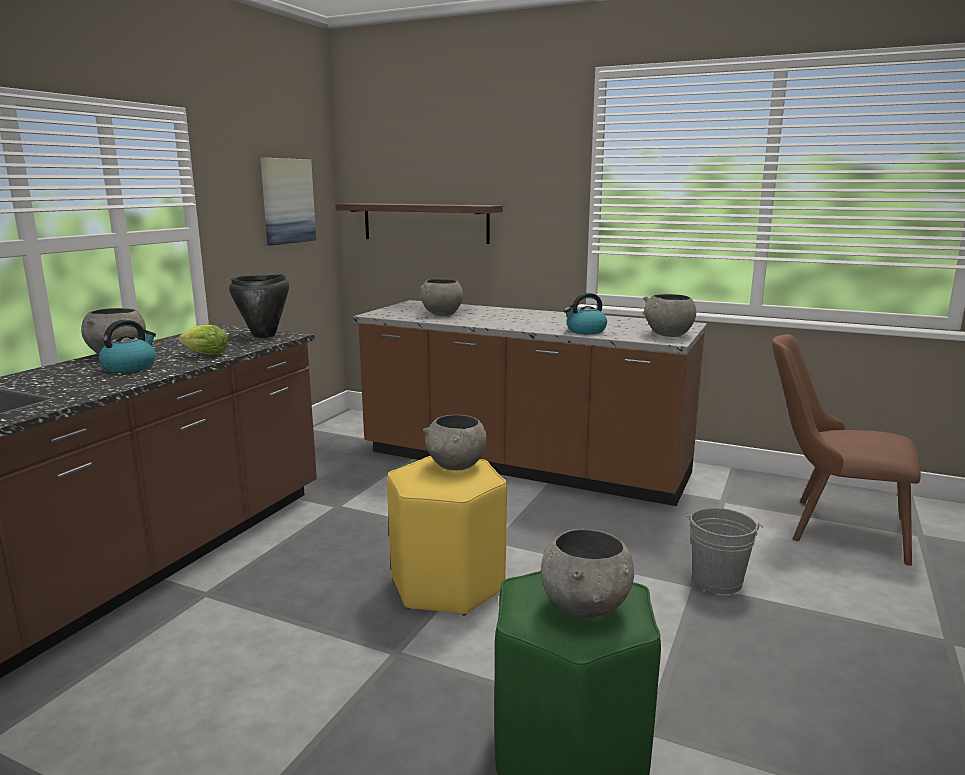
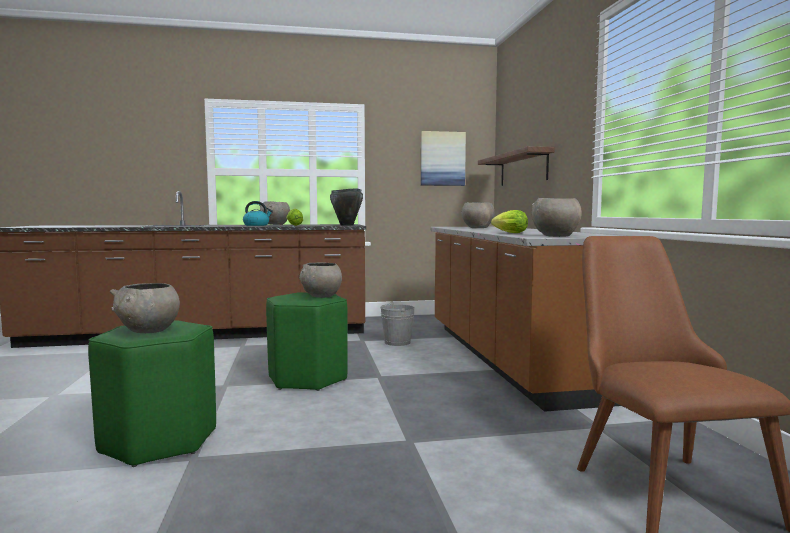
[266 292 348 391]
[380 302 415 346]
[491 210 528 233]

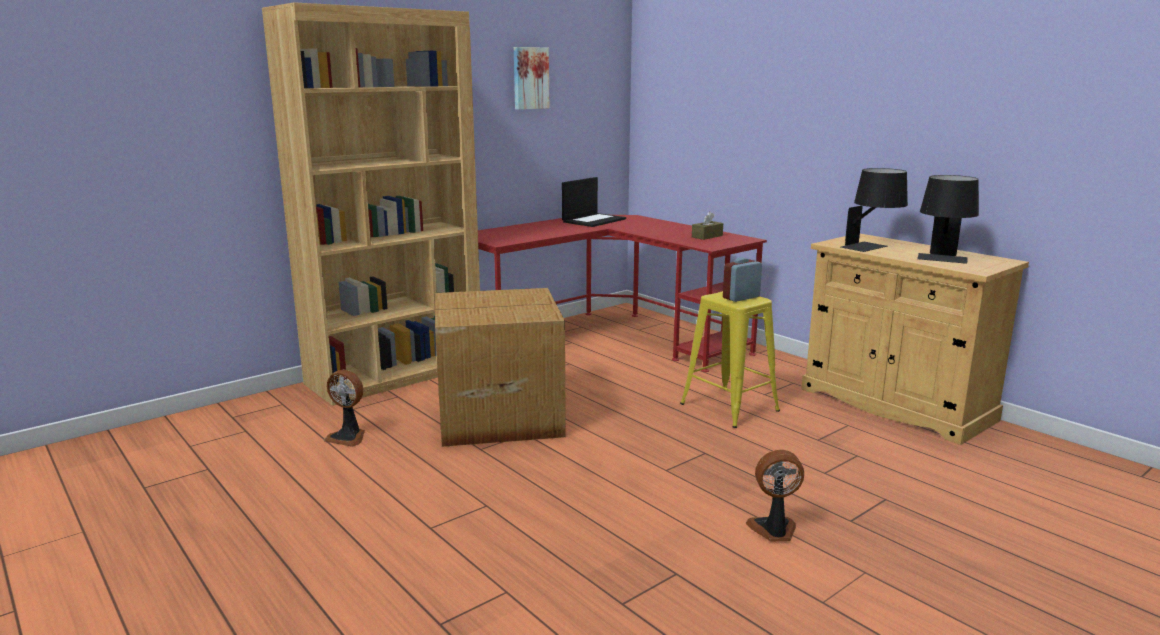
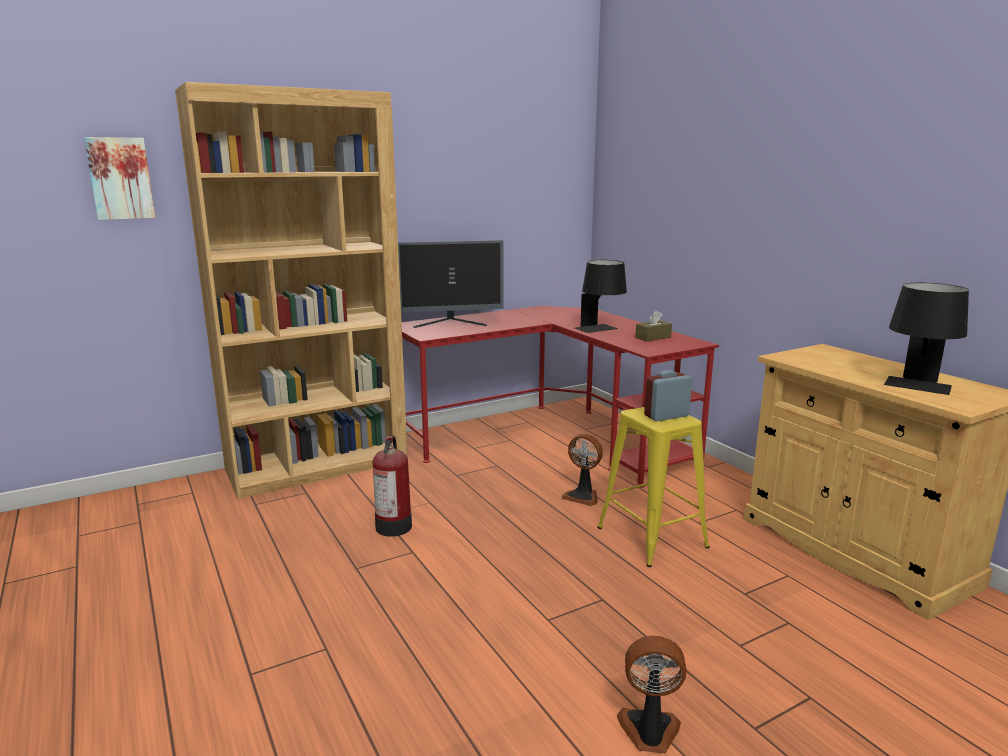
[84 137 155 220]
[373 435 412 537]
[398 240 504 328]
[561 434 603 506]
[575 260 627 333]
[562 177 626 227] (first image)

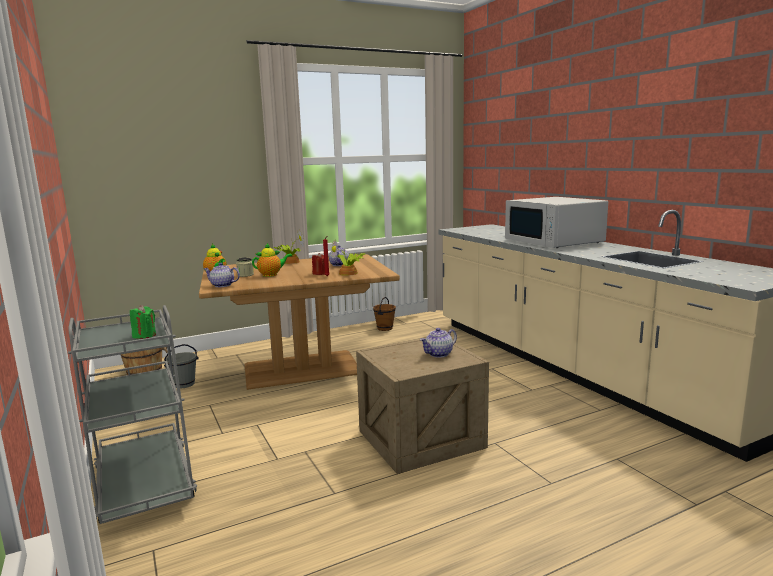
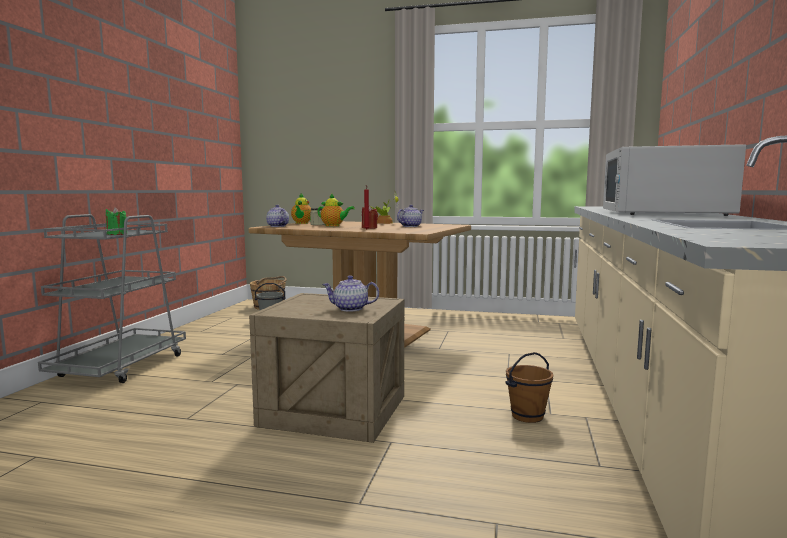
[506 352 553 423]
[331 240 366 276] (first image)

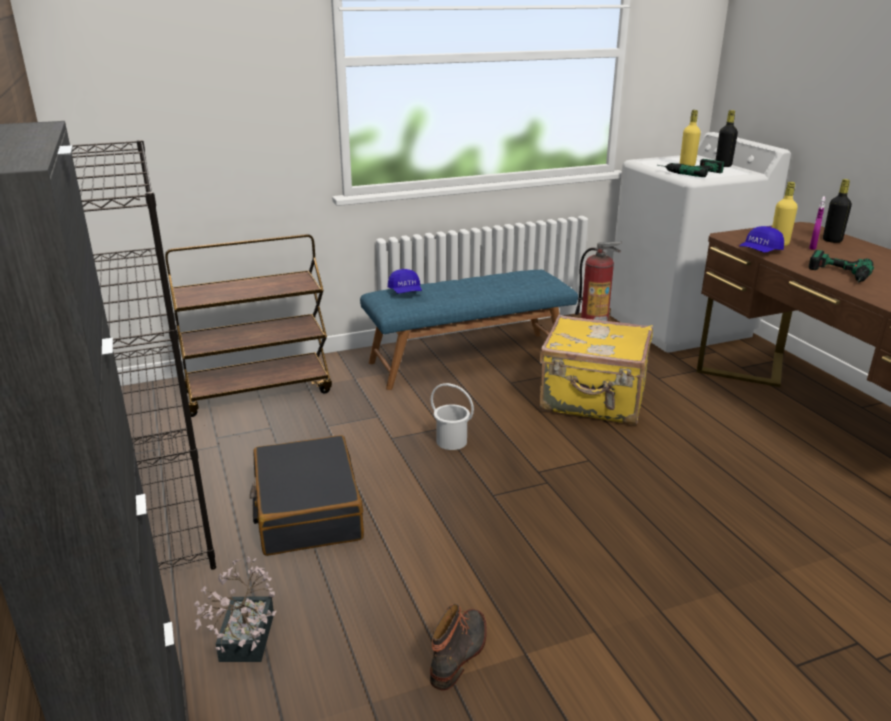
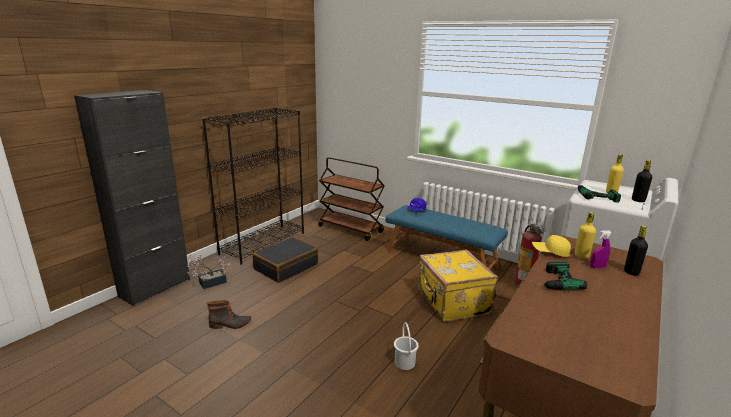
[394 322 419 370]
[532 235 571 257]

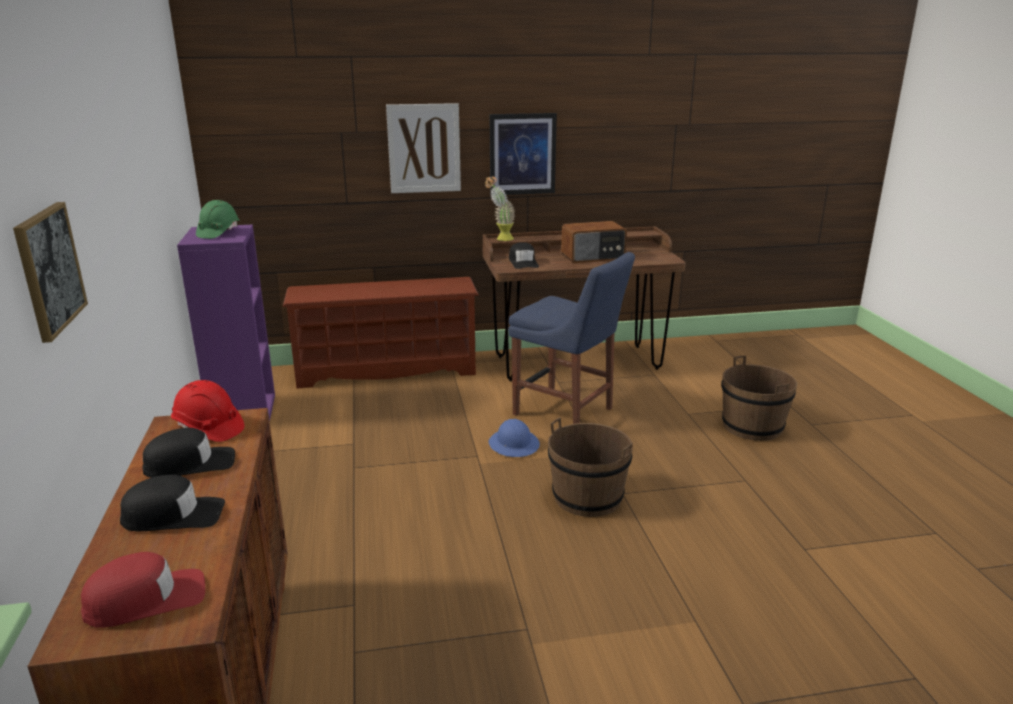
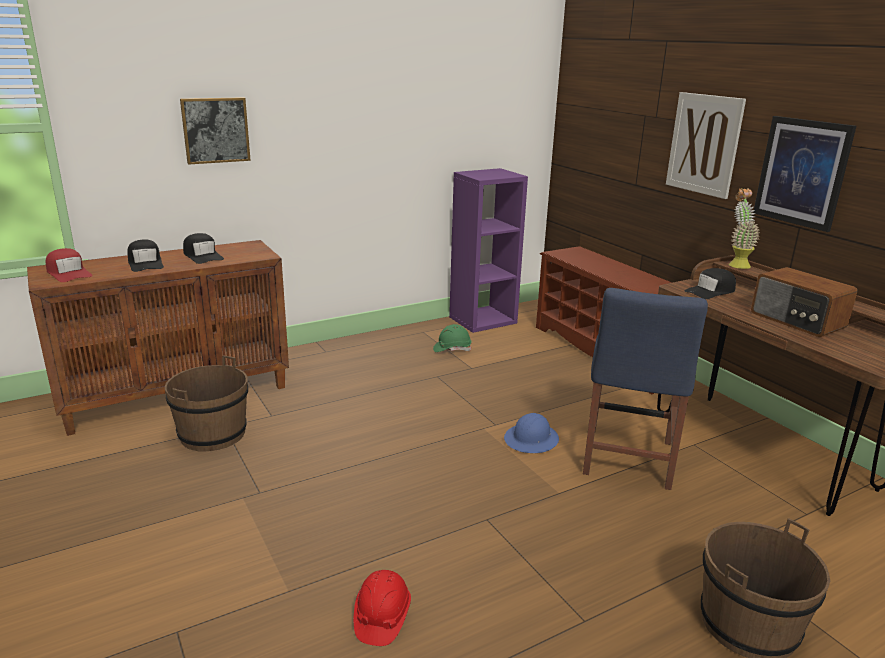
[165 356 248 452]
[354 570 411 646]
[433 324 471 352]

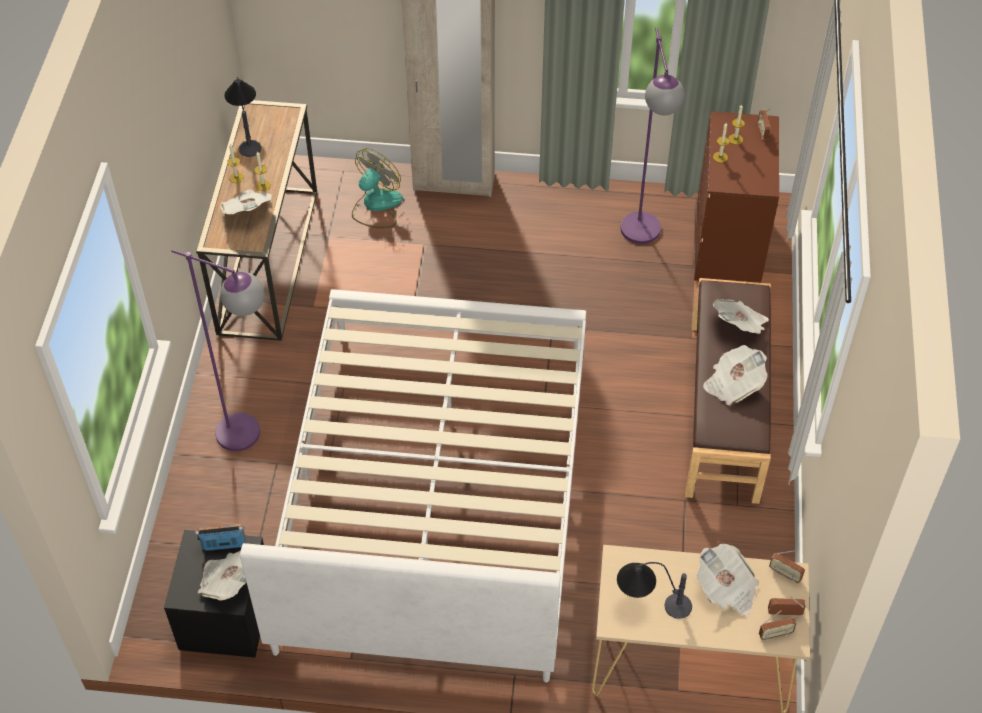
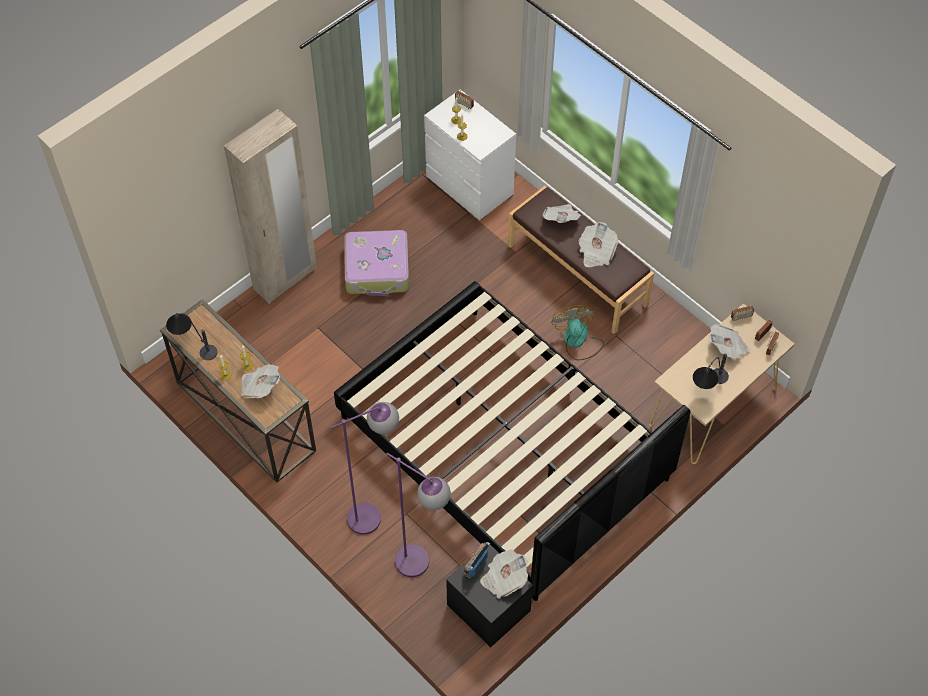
[334 281 691 601]
[344 230 409 296]
[387 453 451 577]
[424 90 516 220]
[552 305 604 360]

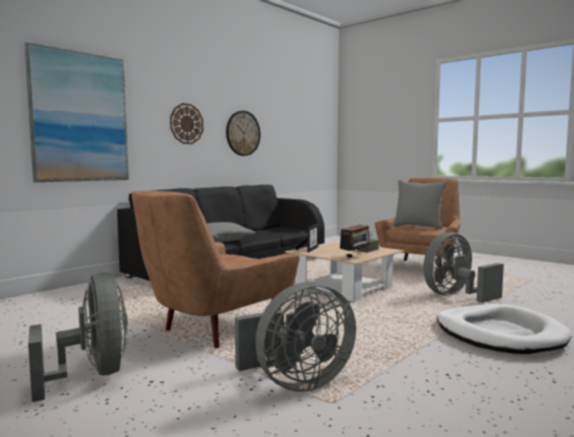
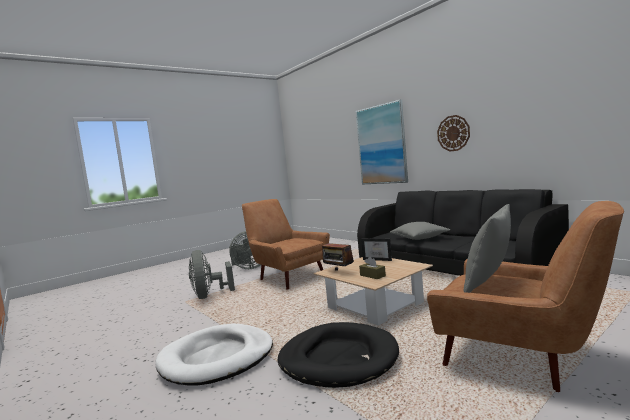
[277 322 399 388]
[226 111 261 156] (first image)

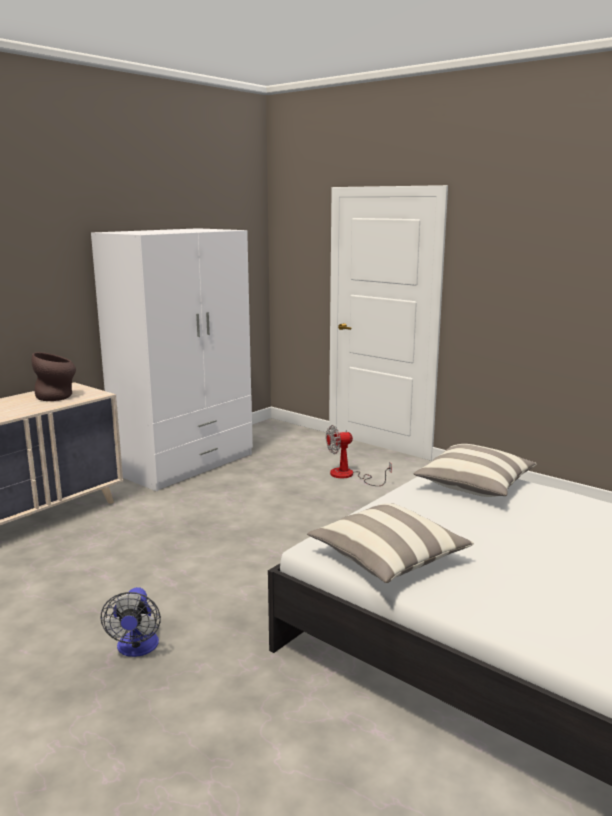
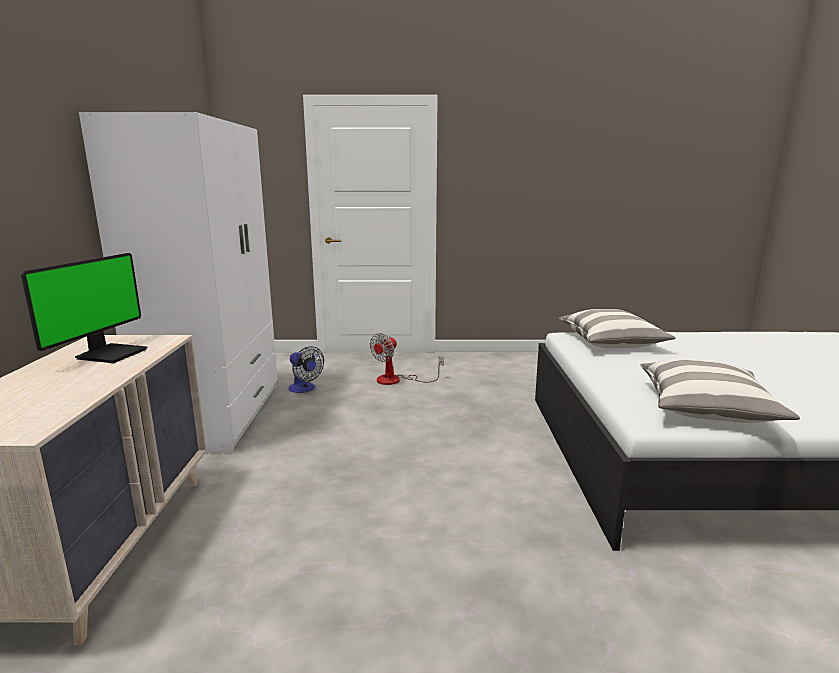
[21 253 148 363]
[288 346 324 393]

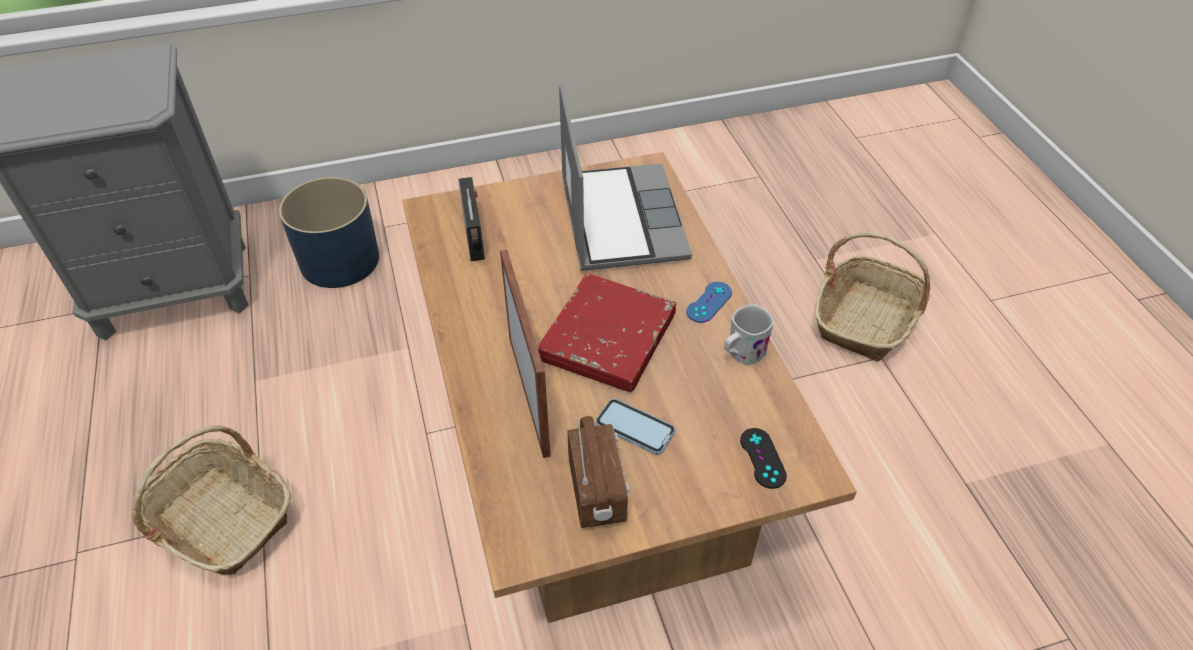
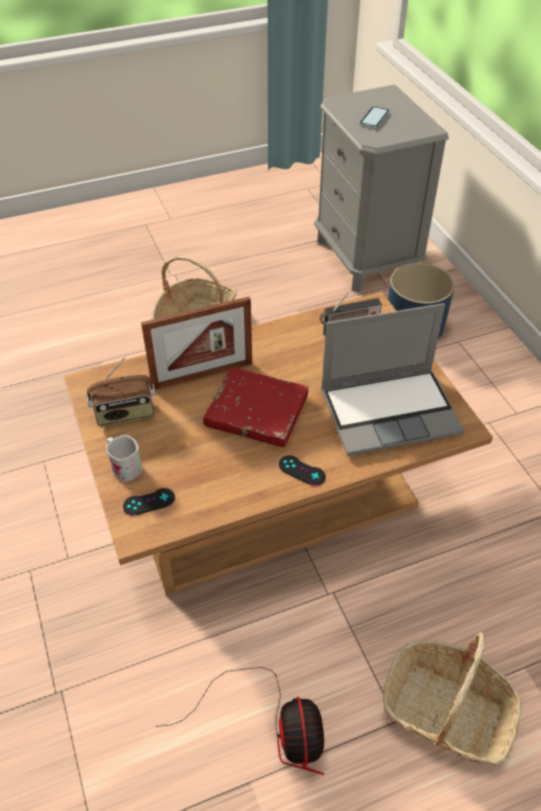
[106 435 142 482]
[156 667 324 775]
[279 455 326 486]
[360 106 390 128]

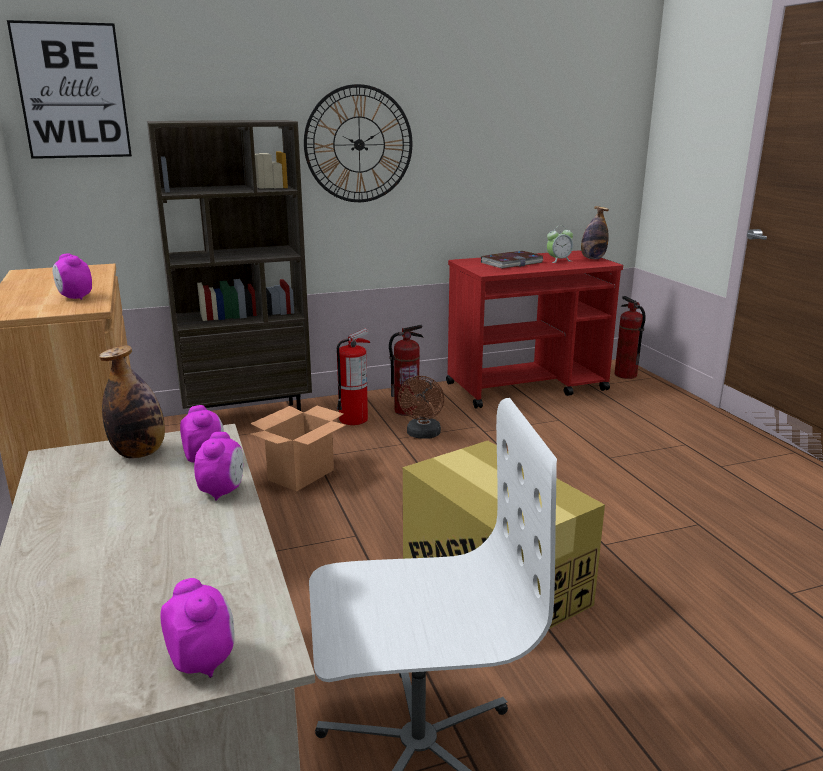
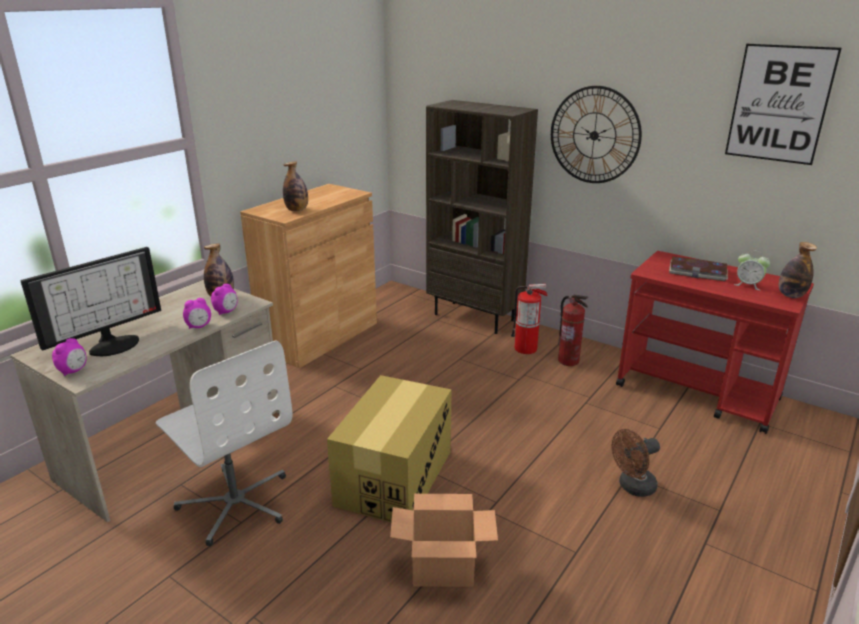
[21 247 161 356]
[283 161 308 211]
[390 494 498 587]
[612 429 660 497]
[725 44 842 165]
[615 296 646 379] (first image)

